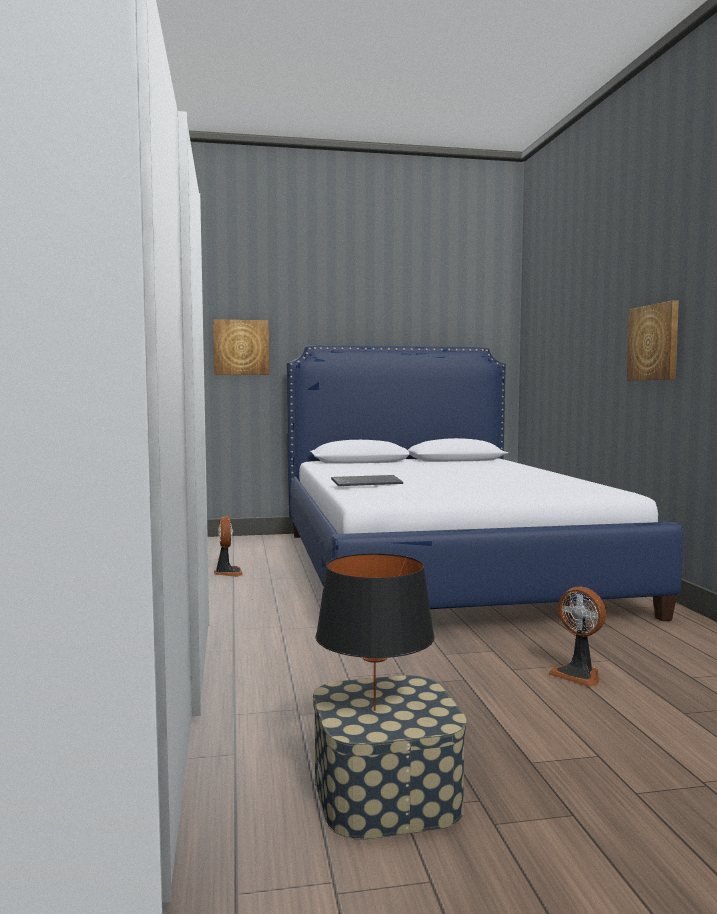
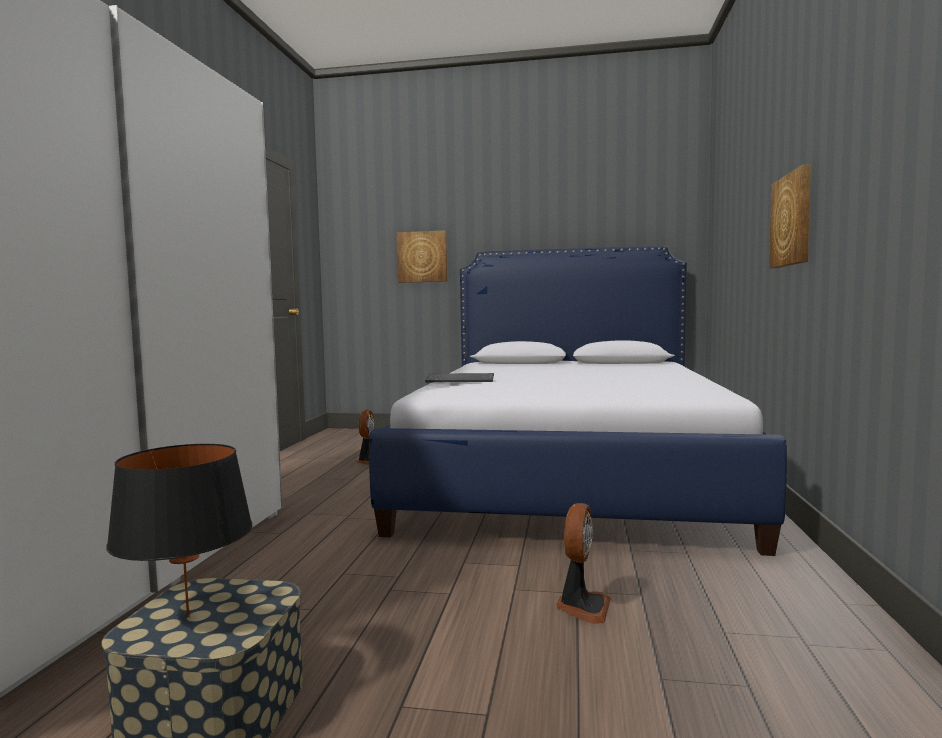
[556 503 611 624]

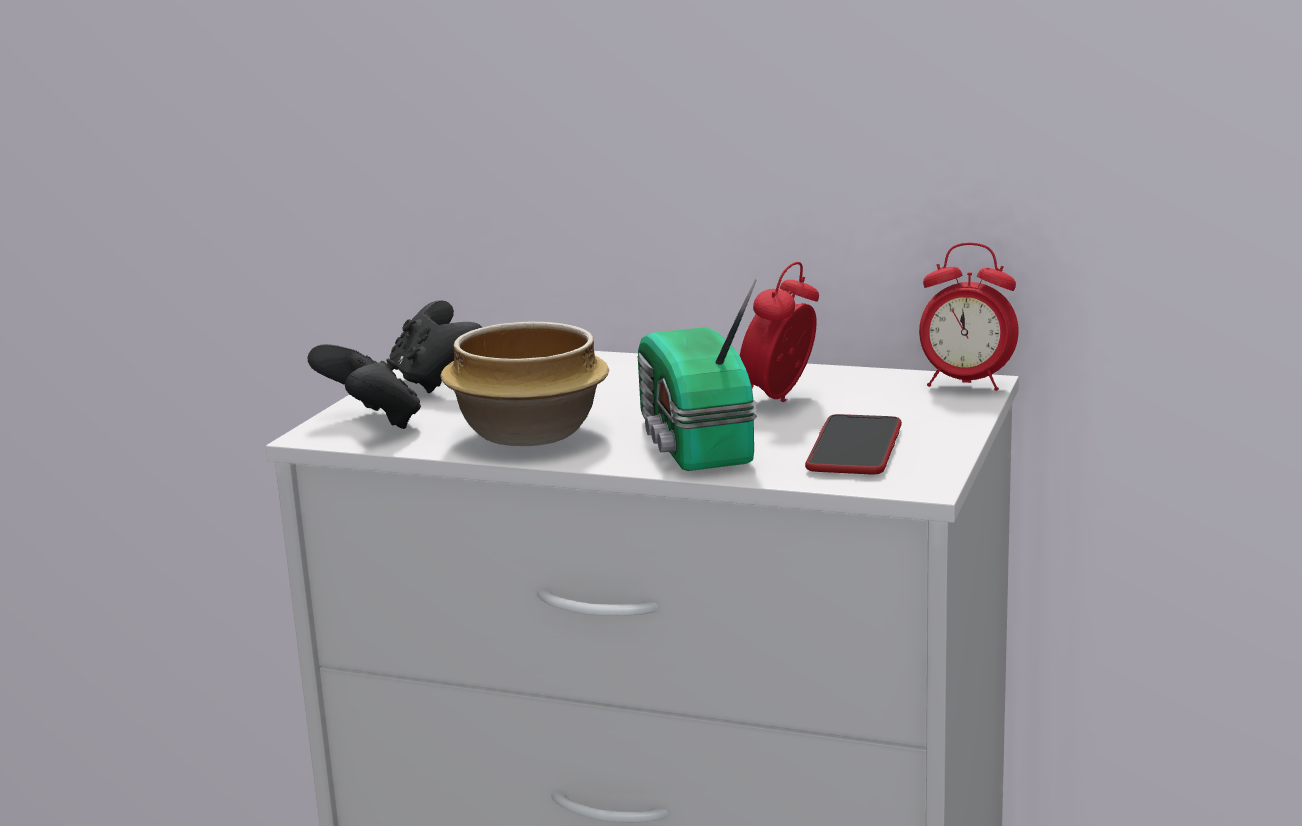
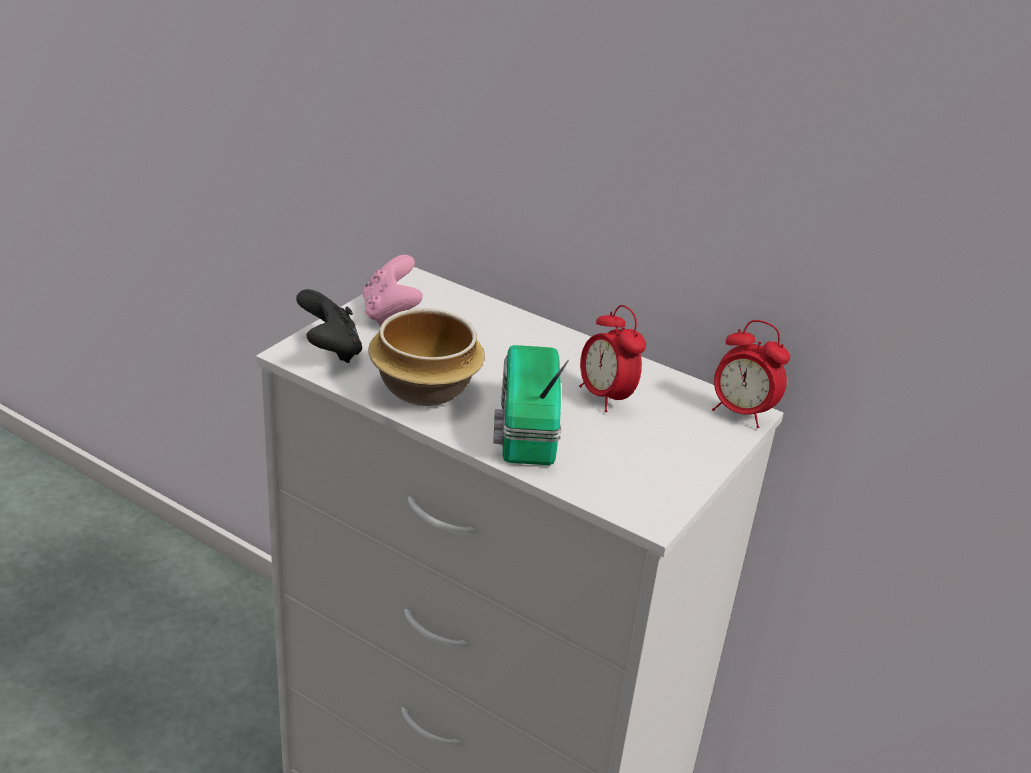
[363 255 423 327]
[579 305 646 412]
[805 414 902 474] (first image)

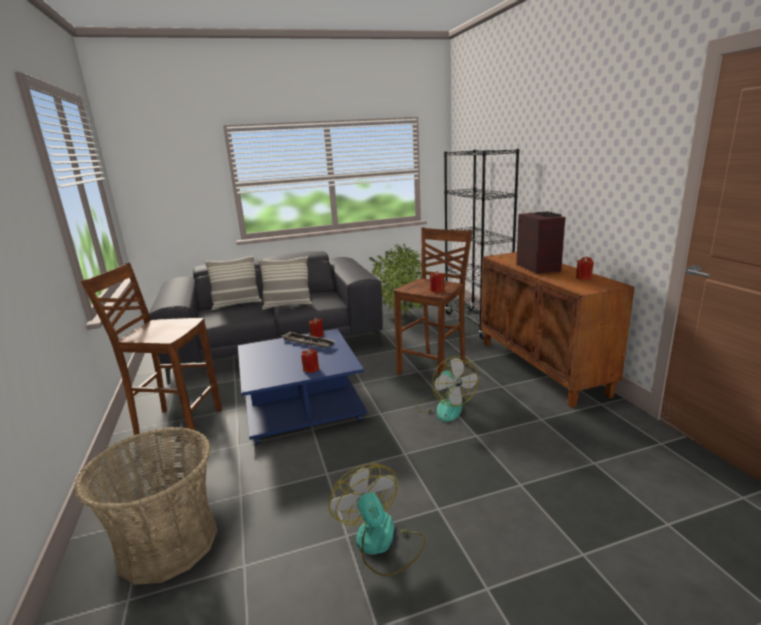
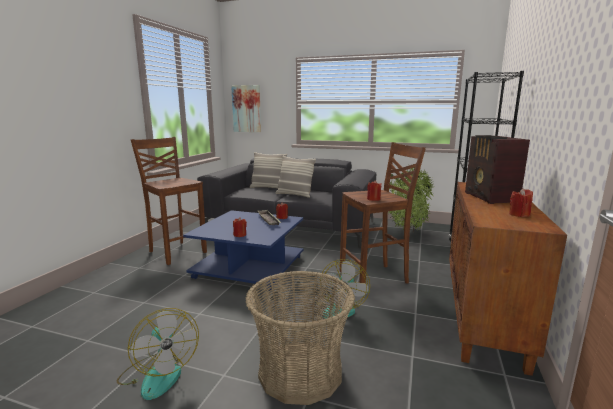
[117 308 199 400]
[231 85 261 132]
[245 271 355 405]
[465 135 530 204]

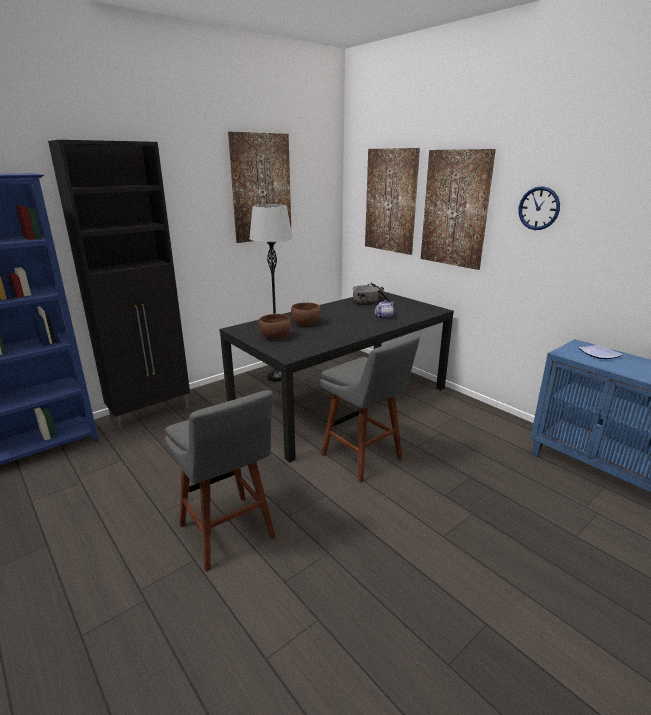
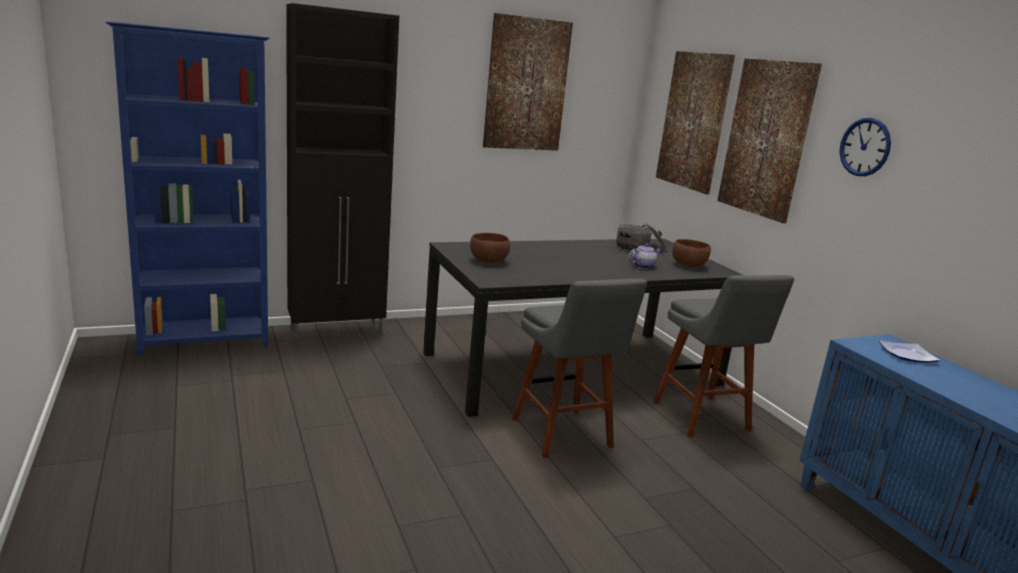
[653 275 794 437]
[673 239 711 267]
[249 204 293 382] (first image)

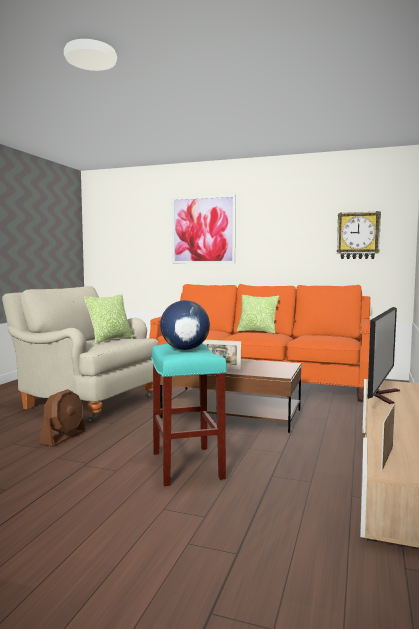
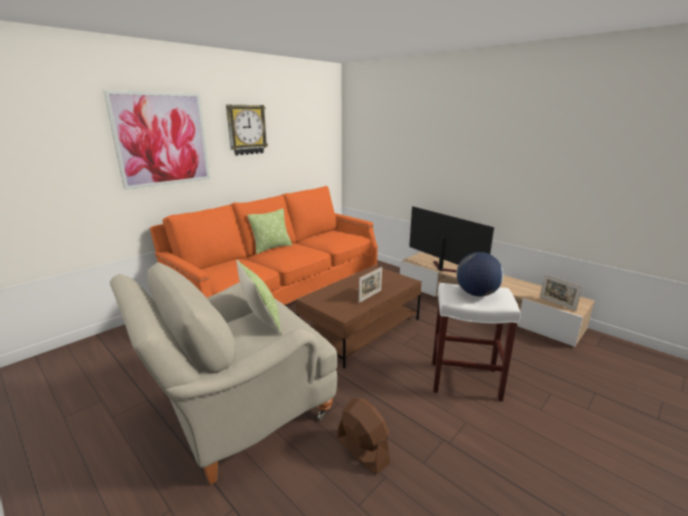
[226 105 268 156]
[432 283 521 401]

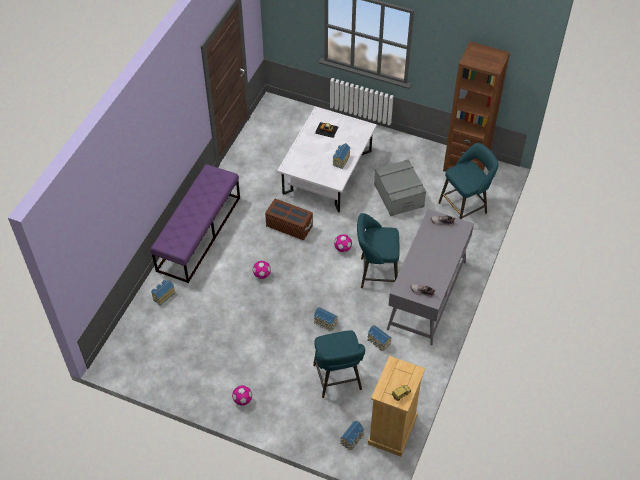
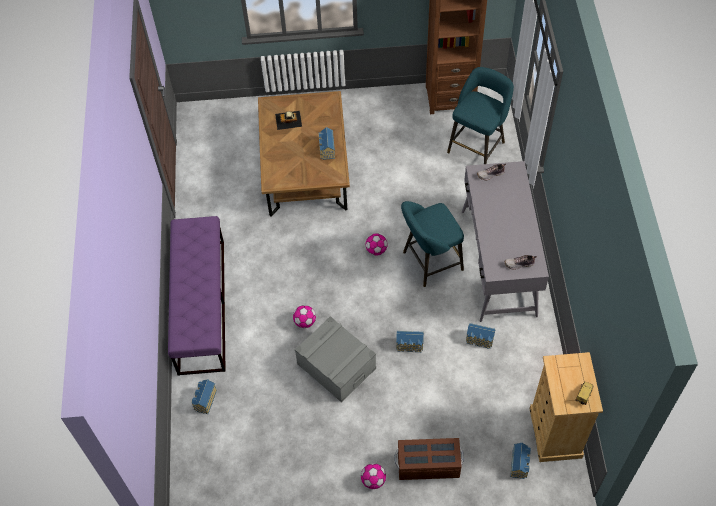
[258 91 350 217]
[295 316 376 403]
[395 438 464 480]
[313 330 365 398] (first image)

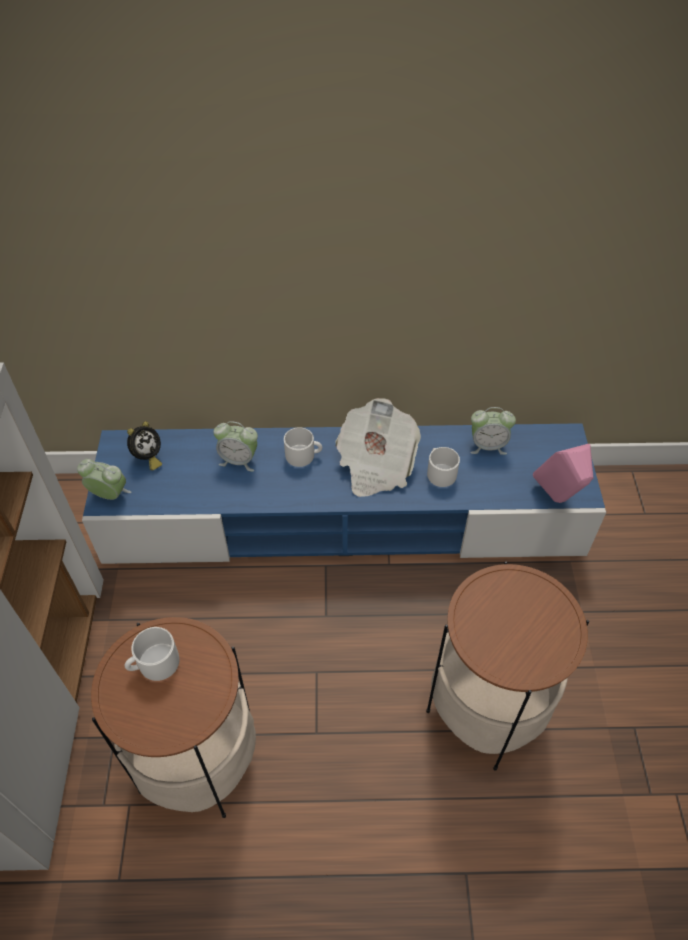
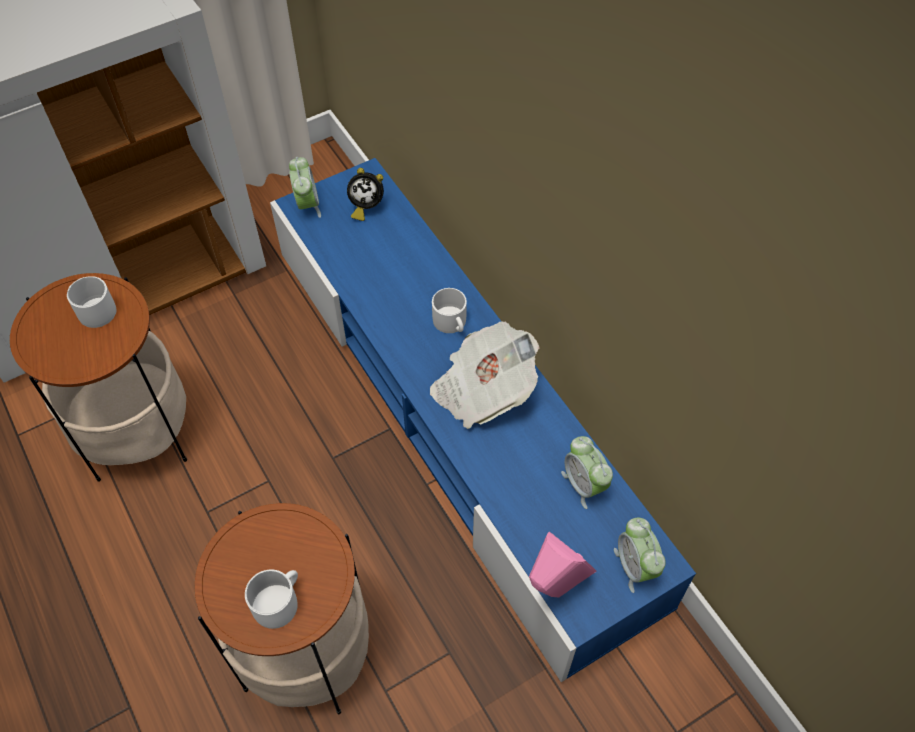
[245 570 298 629]
[614 518 666 593]

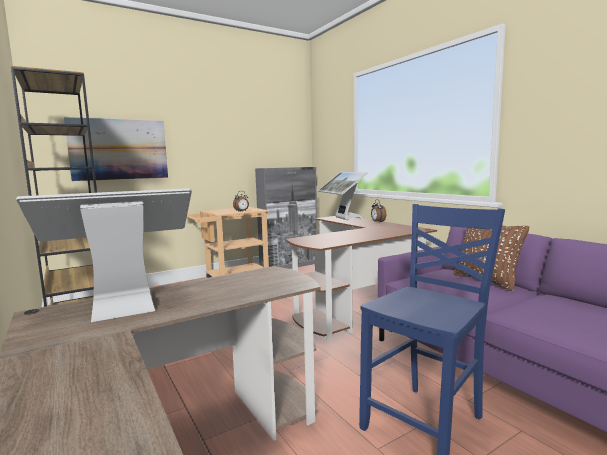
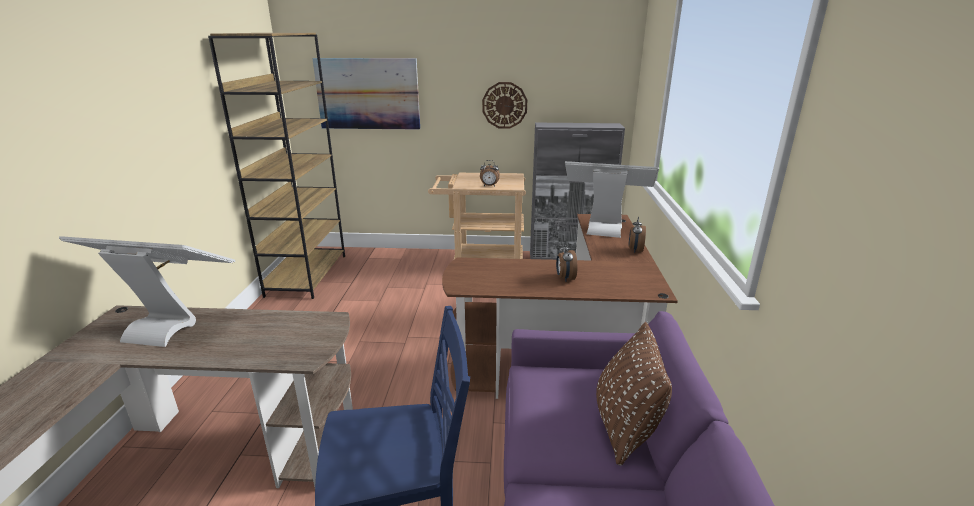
[482 82 527 129]
[556 241 578 281]
[565 161 659 238]

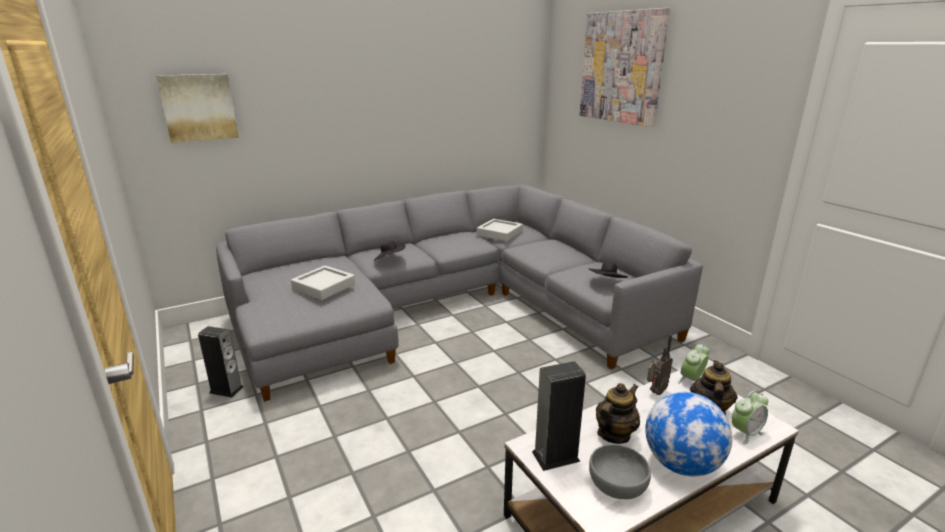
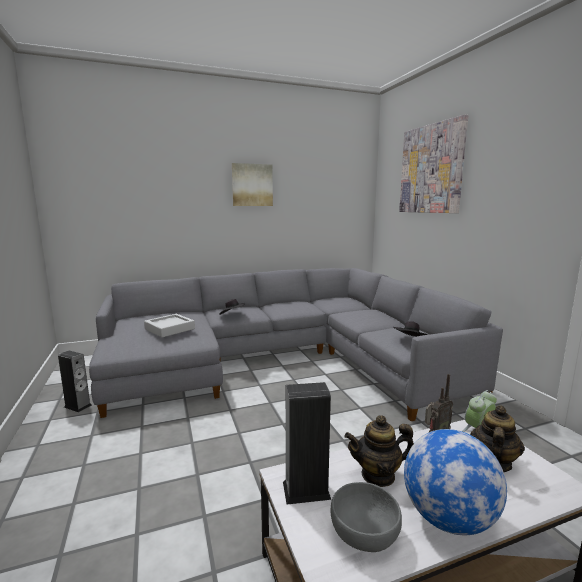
[232 163 273 206]
[344 415 414 487]
[477 219 523 241] (first image)
[732 390 768 444] (first image)

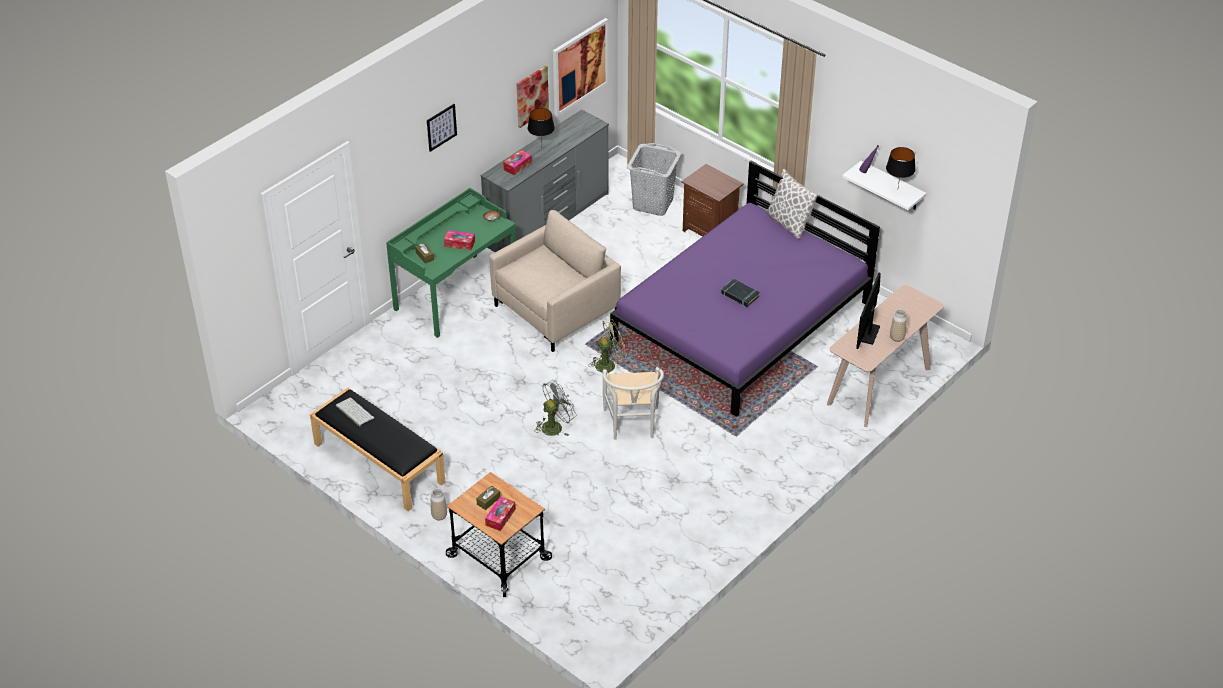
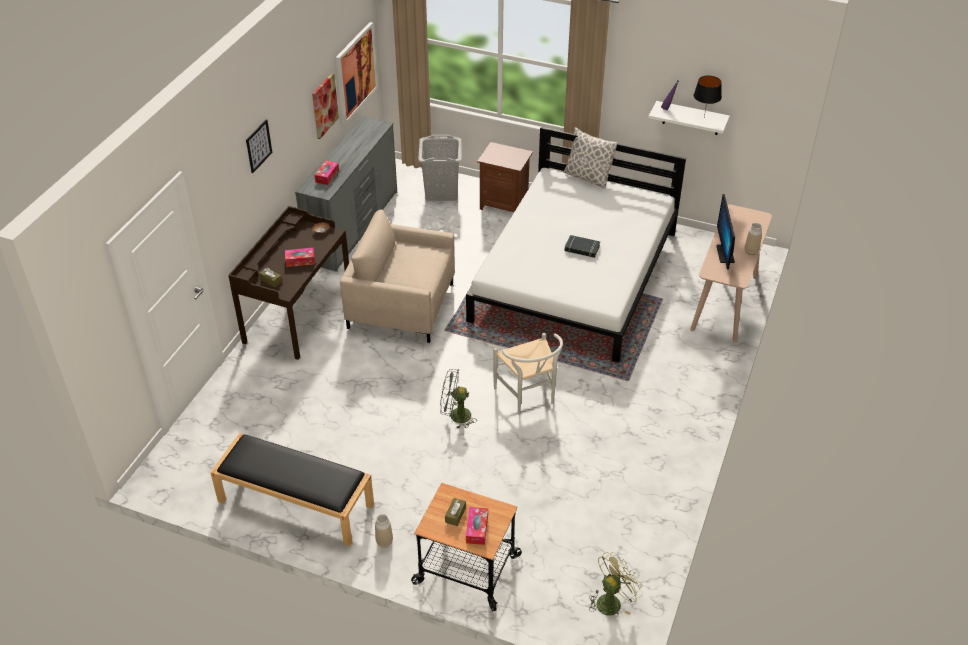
[228 206 349 360]
[340 210 455 343]
[440 369 477 429]
[466 127 686 363]
[589 552 643 615]
[336 397 374 427] (first image)
[528 108 555 146] (first image)

